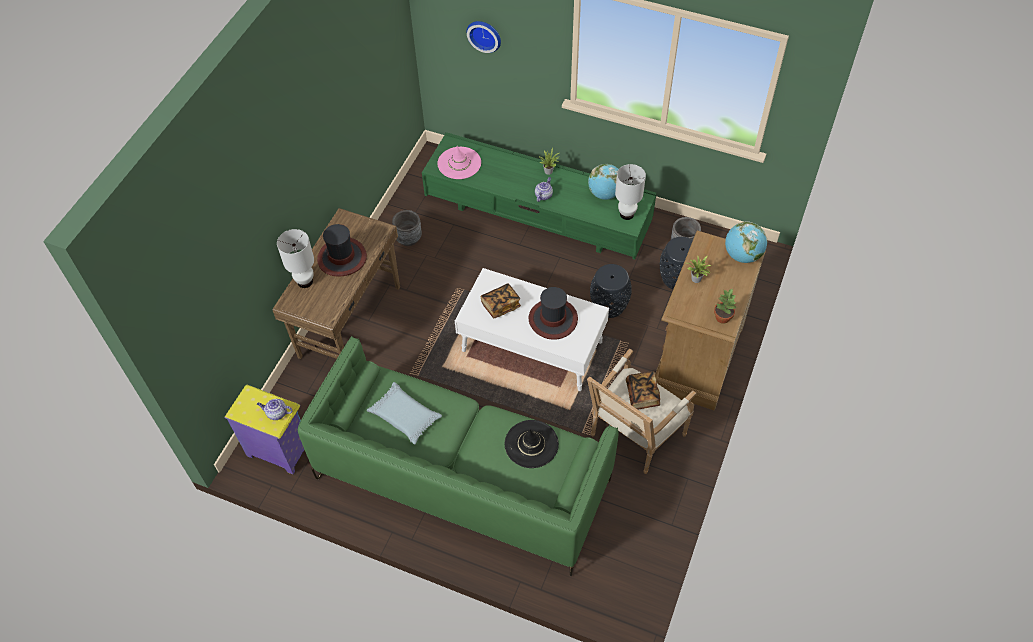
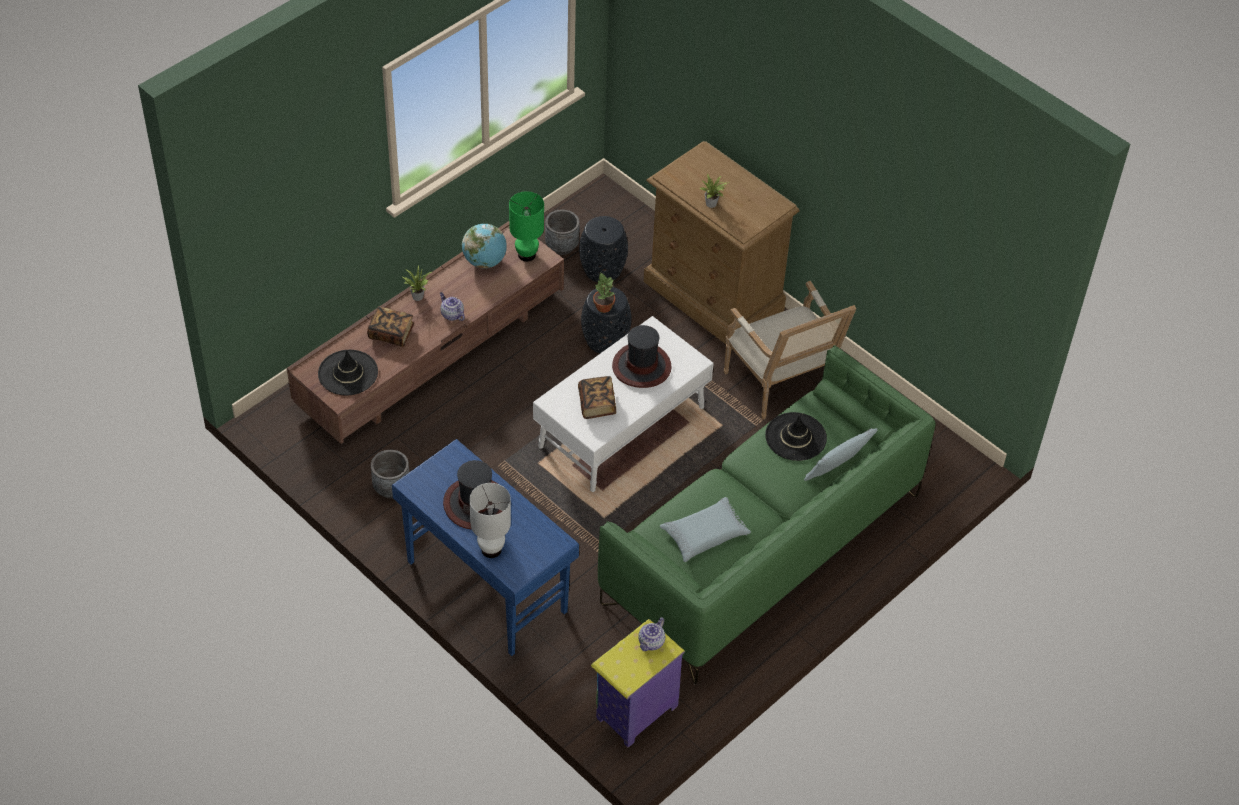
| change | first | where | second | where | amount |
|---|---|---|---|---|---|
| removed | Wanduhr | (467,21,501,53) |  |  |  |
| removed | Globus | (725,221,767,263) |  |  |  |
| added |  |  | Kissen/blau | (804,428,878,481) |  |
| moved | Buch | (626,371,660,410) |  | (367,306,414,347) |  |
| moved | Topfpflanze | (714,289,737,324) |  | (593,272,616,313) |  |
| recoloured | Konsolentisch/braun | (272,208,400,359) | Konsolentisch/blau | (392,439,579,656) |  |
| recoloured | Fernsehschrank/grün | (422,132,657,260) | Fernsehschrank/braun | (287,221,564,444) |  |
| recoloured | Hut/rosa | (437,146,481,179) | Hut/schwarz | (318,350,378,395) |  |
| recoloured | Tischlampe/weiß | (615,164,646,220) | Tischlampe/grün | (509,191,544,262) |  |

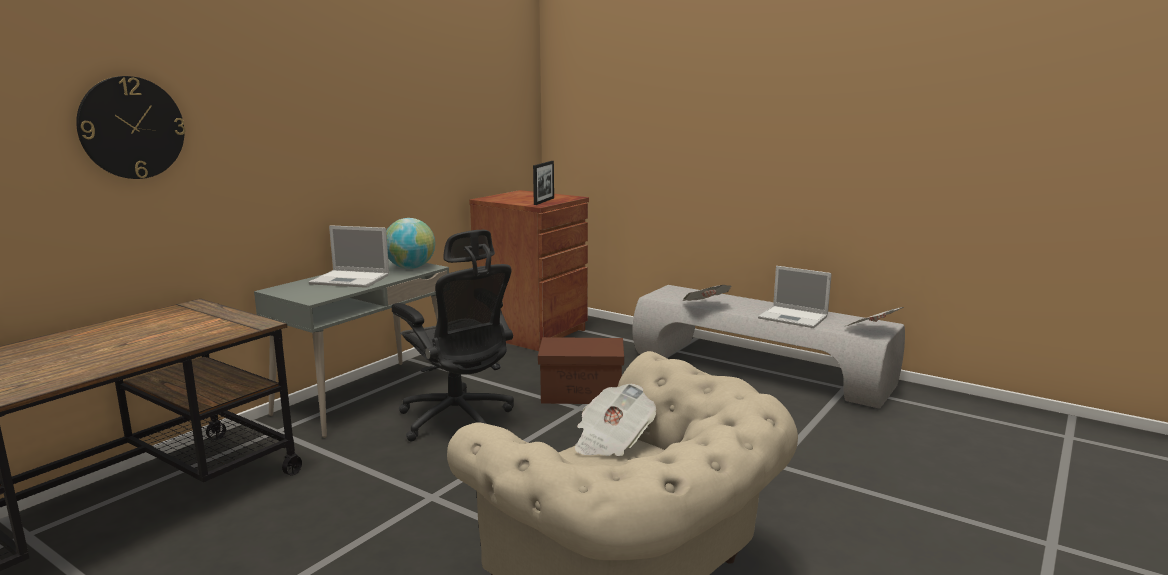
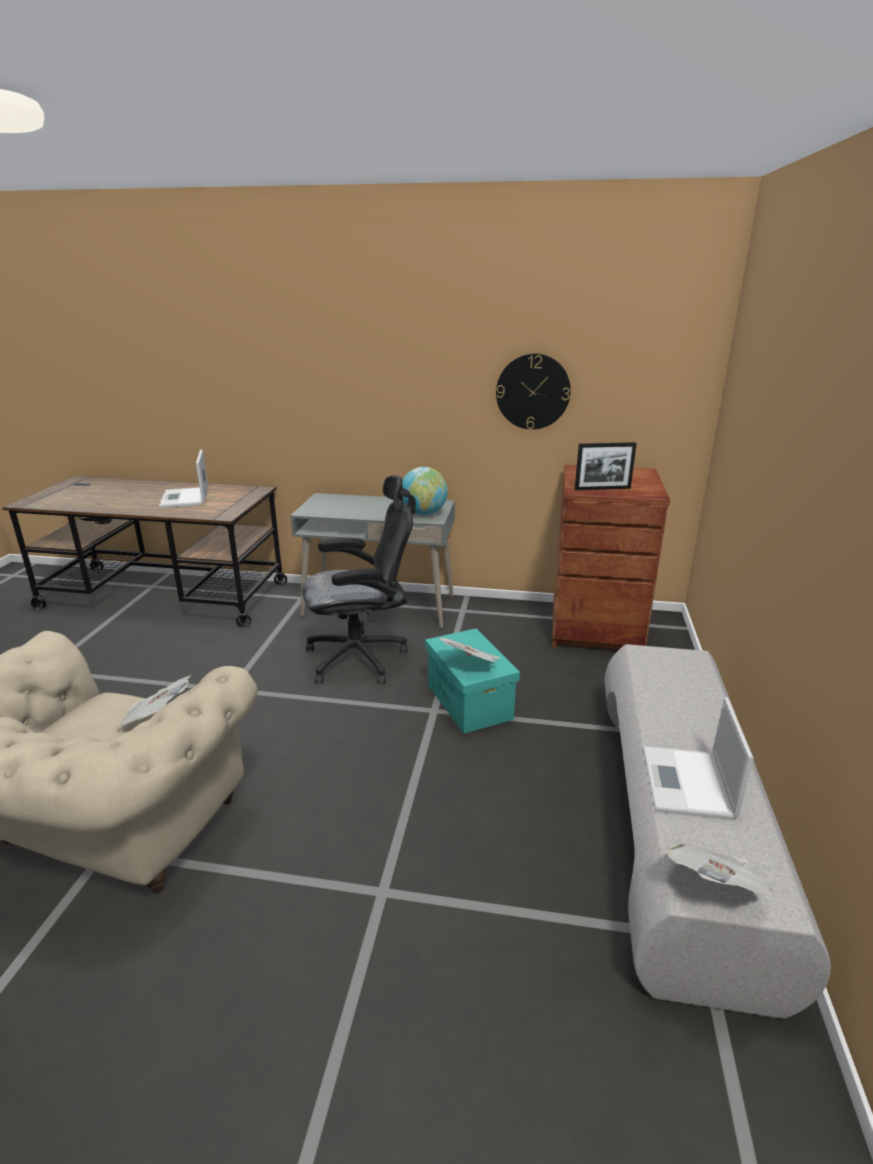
| change | first | where | second | where | amount |
|---|---|---|---|---|---|
| moved | Wanduhr | (76,76,185,179) |  | (496,353,571,430) |  |
| moved | Laptop | (309,225,389,288) |  | (159,450,208,508) |  |
| moved | Zeitung | (682,285,732,301) |  | (439,638,500,662) |  |
| recoloured | Aufbewahrungsbox/braun | (538,337,624,404) | Aufbewahrungsbox/türkis | (425,628,520,733) |  |
| turned | Bürostuhl | (392,230,514,441) |  | (302,475,416,684) | 135 degrees counterclockwise |

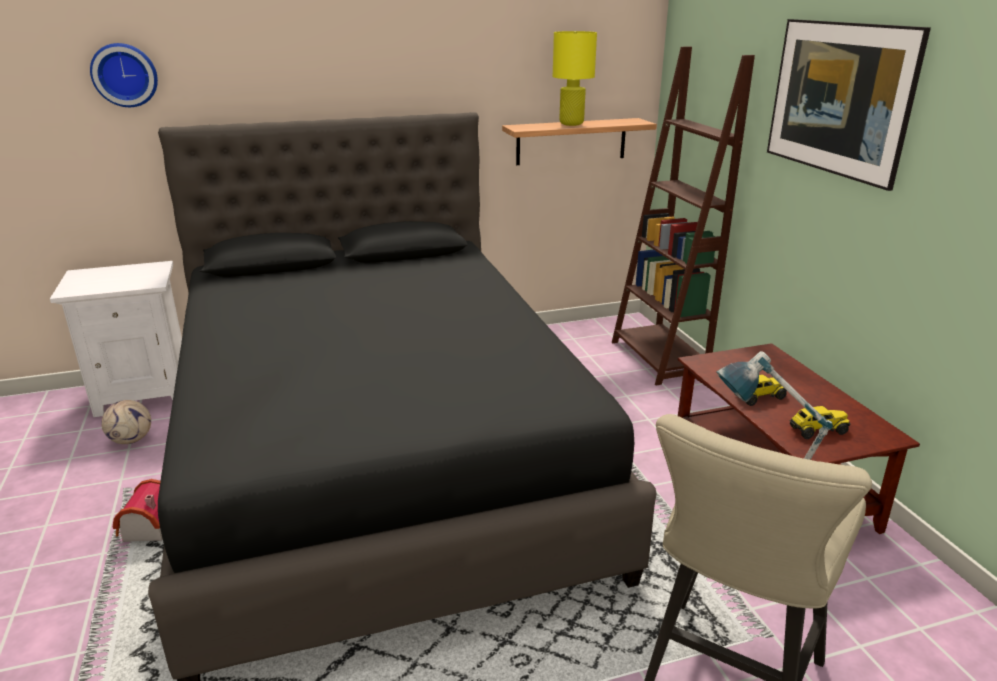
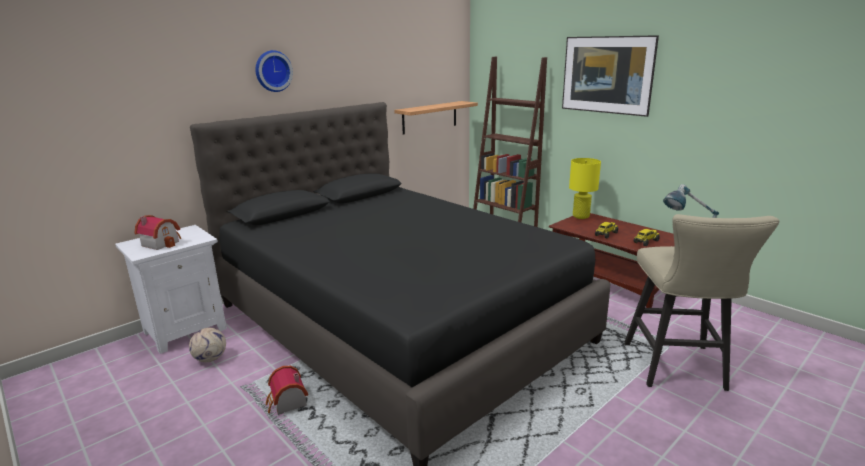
| change | first | where | second | where | amount |
|---|---|---|---|---|---|
| added |  |  | Spielzeughaus | (135,215,181,250) |  |
| moved | Wanduhr | (90,43,158,107) |  | (255,50,293,92) |  |
| moved | Tischlampe/gelb | (553,31,597,126) |  | (569,158,601,219) |  |

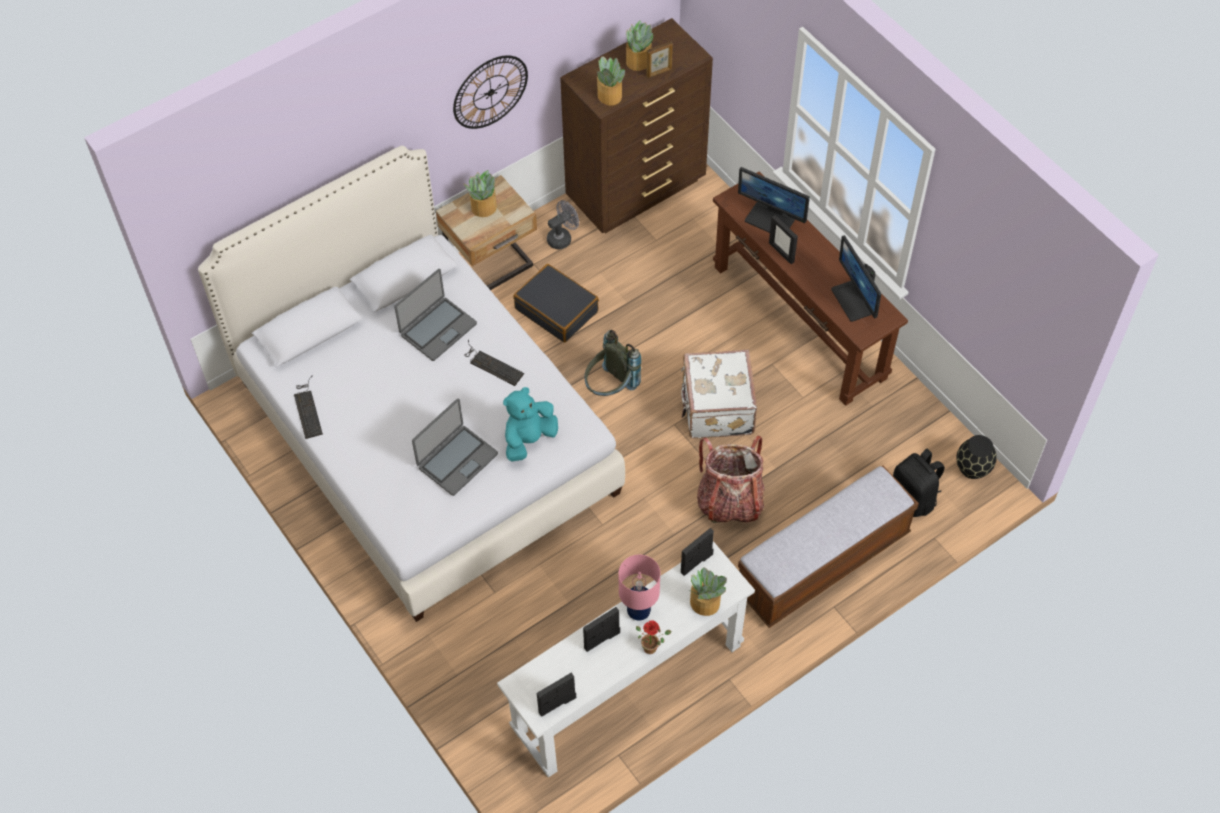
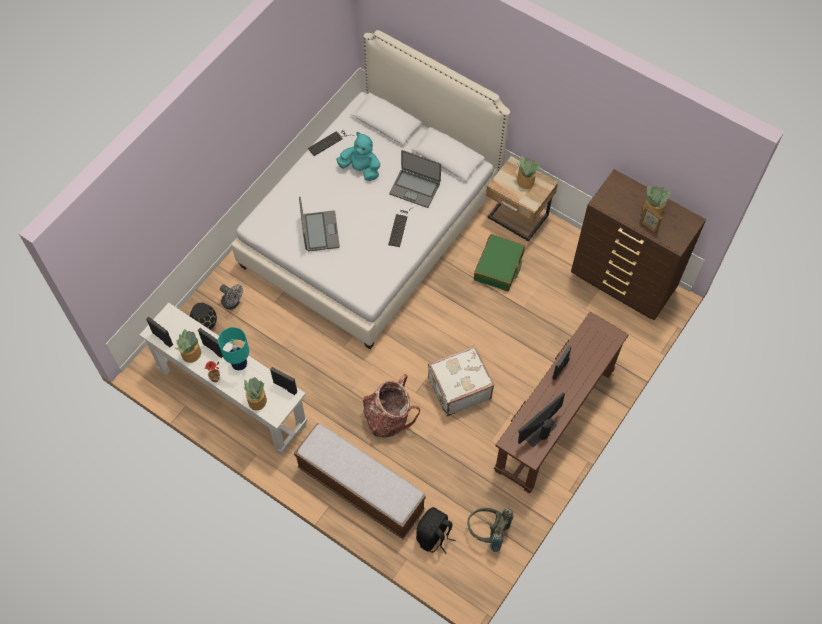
| change | first | where | second | where | amount |
|---|---|---|---|---|---|
| removed | Wanduhr | (453,55,528,129) |  |  |  |
| removed | Monitor | (738,167,810,233) |  |  |  |
| moved | Plüschtier/türkis | (503,387,558,462) |  | (336,132,380,181) |  |
| moved | Ventilator/grau | (547,200,579,249) |  | (220,284,243,310) |  |
| moved | Rucksack/grau | (584,330,642,396) |  | (467,508,513,552) |  |
| moved | Topfpflanze | (597,56,625,105) |  | (175,329,201,363) |  |
| moved | Vase/schwarz | (956,435,997,479) |  | (190,303,217,330) |  |
| recoloured | Koffer/schwarz | (514,264,599,343) | Koffer/grün | (474,234,525,291) |  |
| recoloured | Tischlampe/rosa | (619,555,660,621) | Tischlampe/türkis | (218,327,249,370) |  |
| turned | Laptop | (412,398,498,496) |  | (299,197,340,251) | 120 degrees counterclockwise |

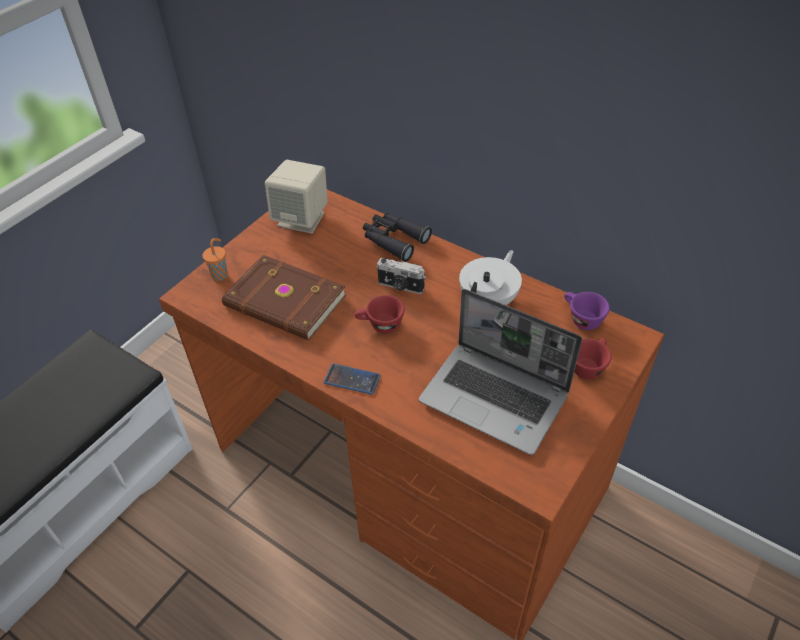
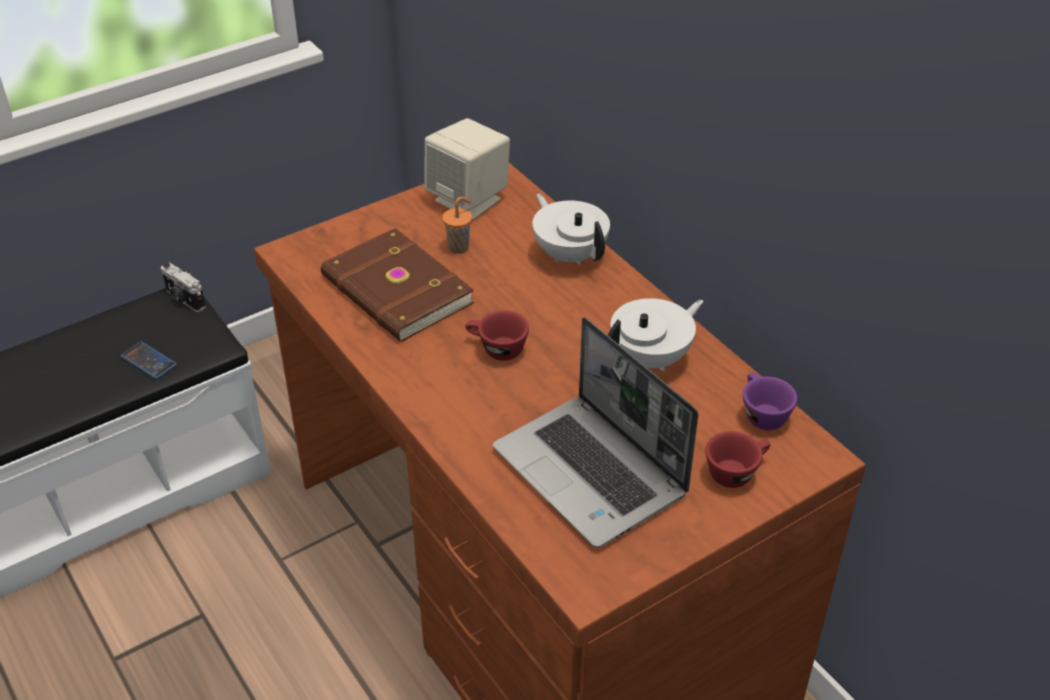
| change | first | where | second | where | amount |
|---|---|---|---|---|---|
| moved | Tasse/orange | (202,238,228,281) |  | (442,197,472,254) |  |
| moved | Handy | (323,364,381,395) |  | (121,341,177,379) |  |
| moved | Kamera | (376,258,426,294) |  | (161,263,206,312) |  |
| replaced | Fernglas/schwarz | (363,213,432,262) | Teekanne/weiß | (533,193,610,265) |  |

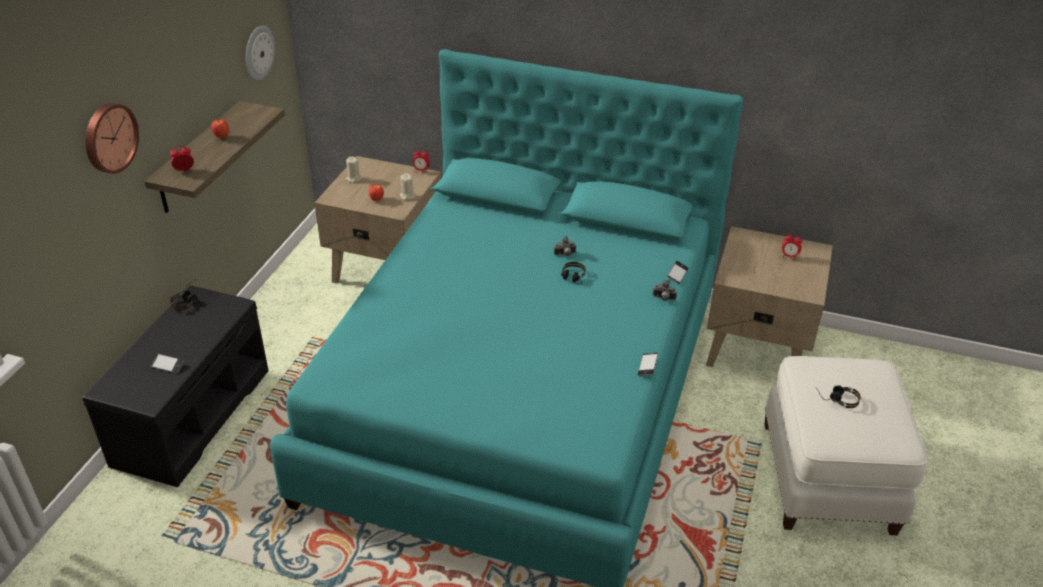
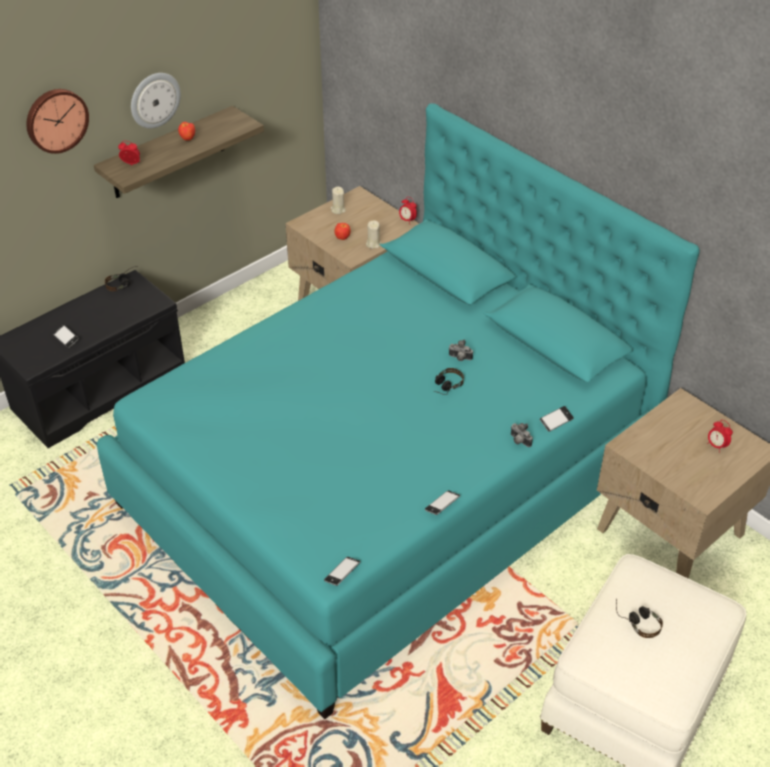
| change | first | where | second | where | amount |
|---|---|---|---|---|---|
| added |  |  | Handy | (324,557,360,586) |  |
| moved | Wanduhr | (246,26,275,80) |  | (131,73,181,128) |  |

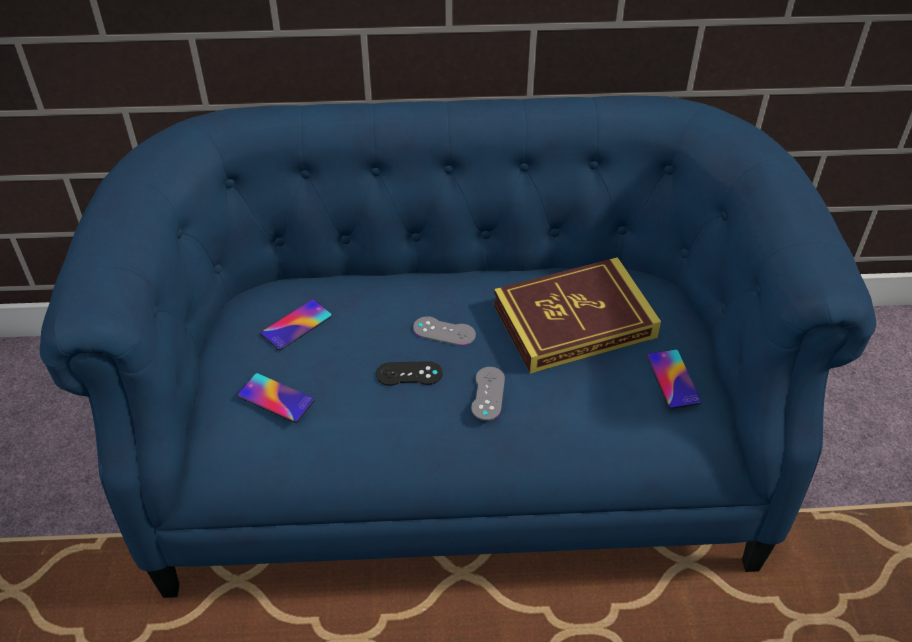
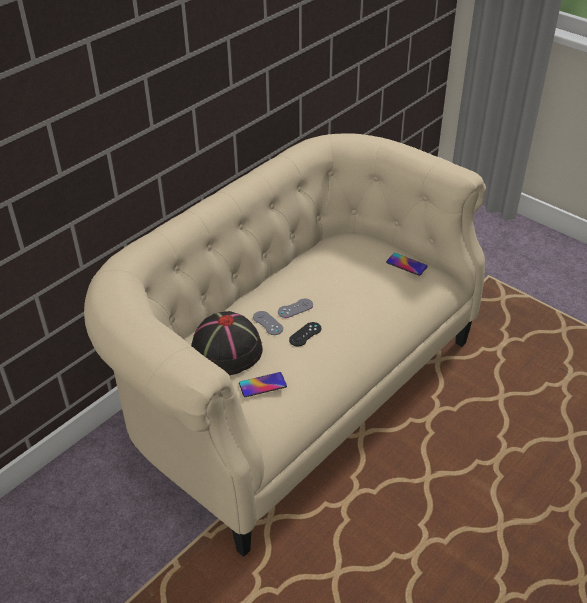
| change | first | where | second | where | amount |
|---|---|---|---|---|---|
| removed | Buch | (494,257,661,374) |  |  |  |
| moved | Gamepad/grau | (471,367,505,421) |  | (253,311,283,335) |  |
| replaced | Handy | (260,299,332,350) | Hut/schwarz | (191,311,263,375) |  |
| recoloured | Sofa/blau | (40,95,876,598) | Sofa/beige | (84,133,486,557) |  |

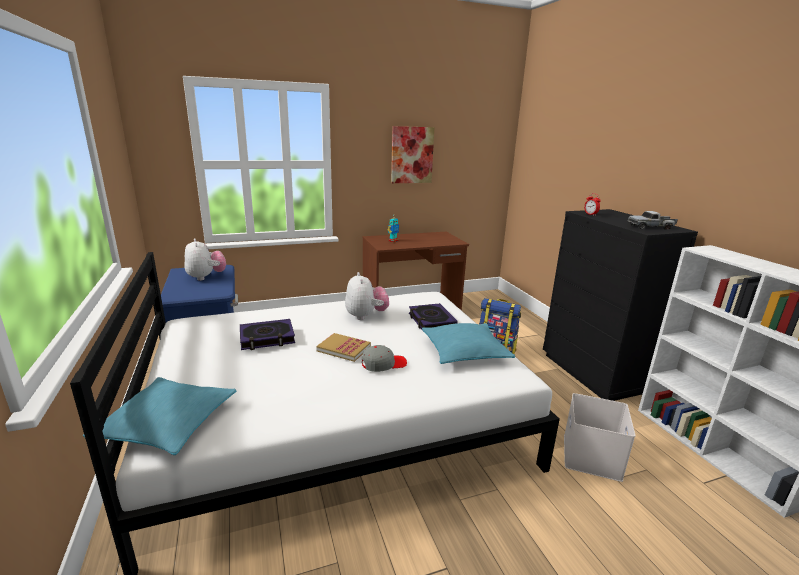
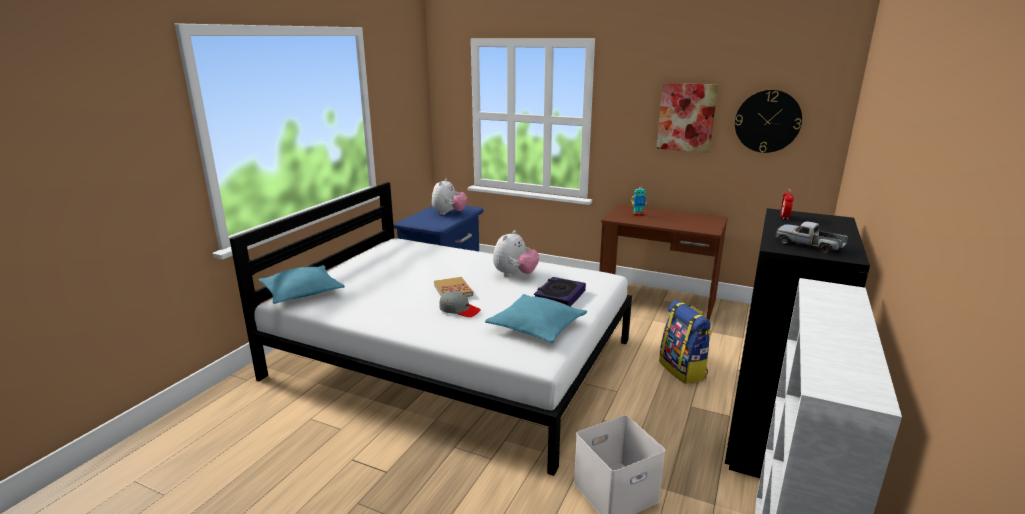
| change | first | where | second | where | amount |
|---|---|---|---|---|---|
| removed | Buch | (240,319,295,350) |  |  |  |
| added |  |  | Wanduhr | (735,90,802,153) |  |

